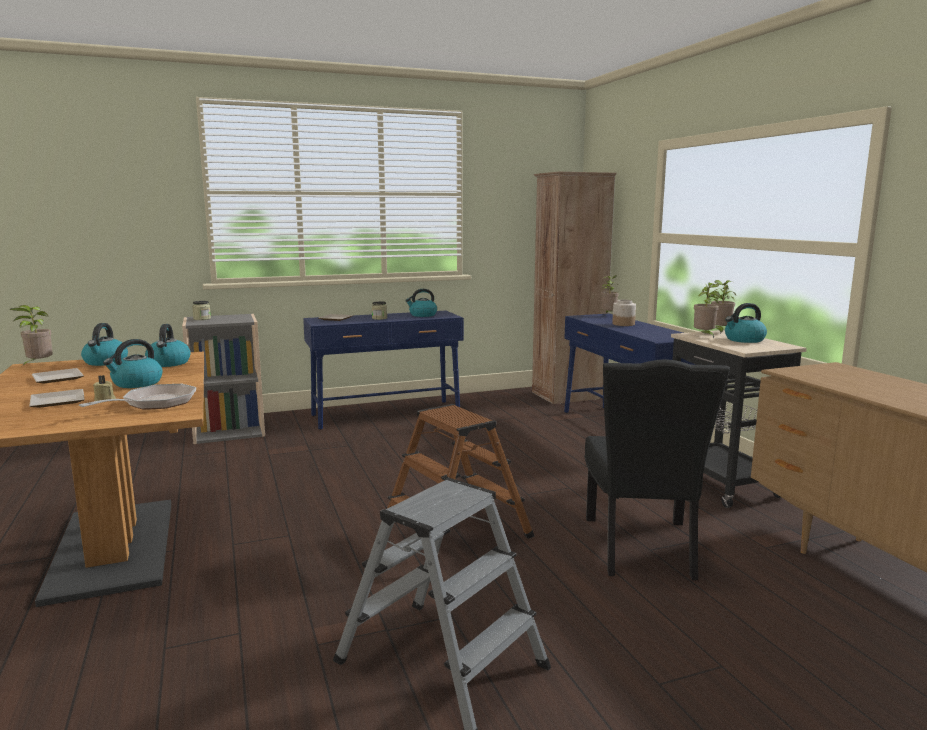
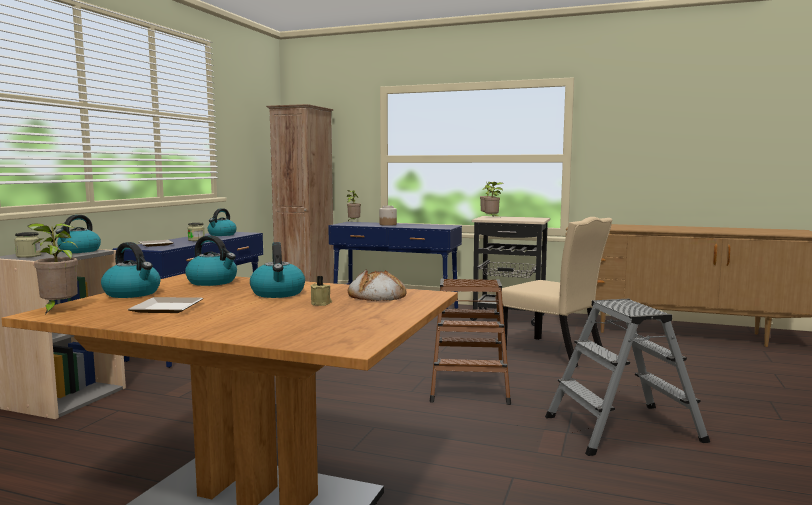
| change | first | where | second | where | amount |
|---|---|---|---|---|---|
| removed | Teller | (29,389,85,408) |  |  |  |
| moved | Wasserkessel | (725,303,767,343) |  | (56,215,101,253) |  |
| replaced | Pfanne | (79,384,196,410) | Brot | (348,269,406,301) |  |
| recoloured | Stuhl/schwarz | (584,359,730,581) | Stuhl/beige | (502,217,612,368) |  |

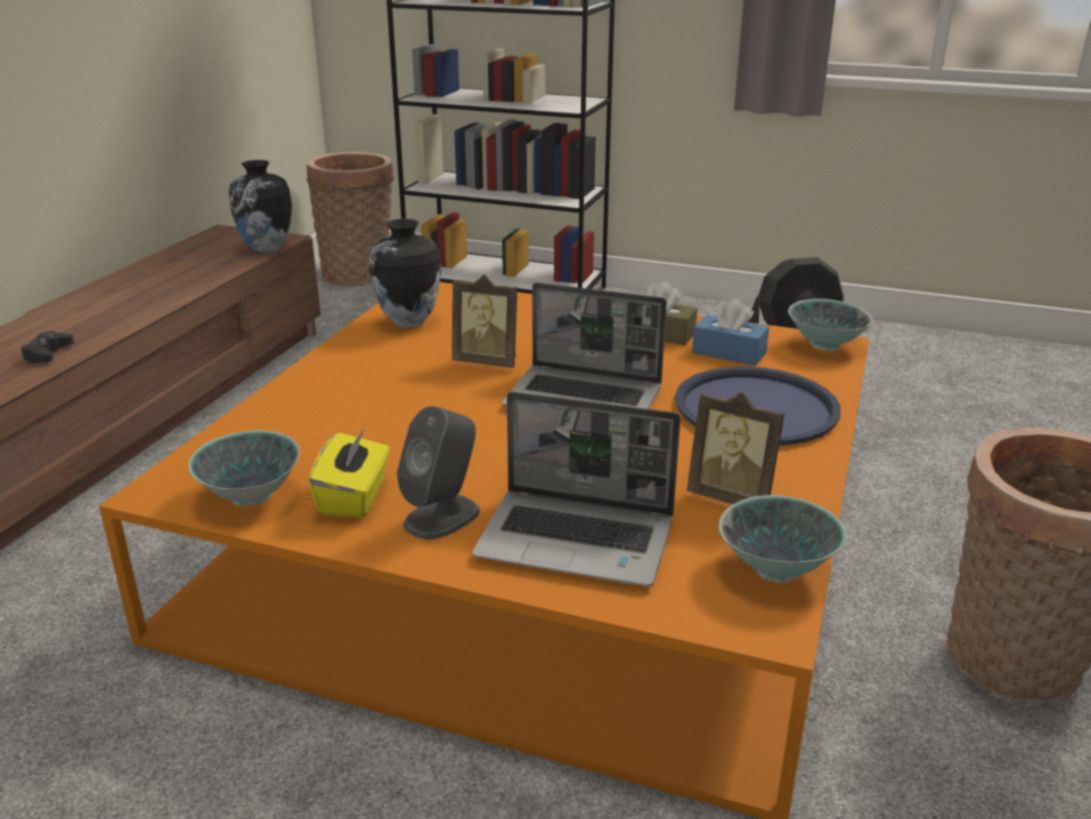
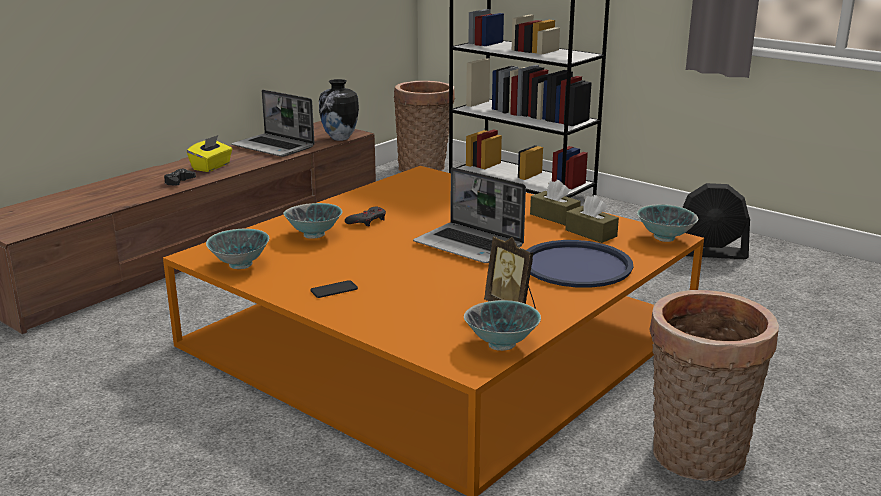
| change | first | where | second | where | amount |
|---|---|---|---|---|---|
| removed | Vase | (369,219,441,328) |  |  |  |
| removed | Bilderrahmen | (452,275,517,368) |  |  |  |
| added |  |  | Schüssel | (283,203,342,239) |  |
| added |  |  | Gamepad/grau | (345,207,386,226) |  |
| moved | Taschentuchbox/gelb | (308,428,390,518) |  | (187,135,232,172) |  |
| moved | Laptop | (472,392,681,587) |  | (231,90,315,157) |  |
| replaced | Lautsprecher/grau | (397,406,480,540) | Handy | (310,280,358,298) |  |
| recoloured | Taschentuchbox/blau | (692,299,769,366) | Taschentuchbox/braun | (565,195,619,243) |  |

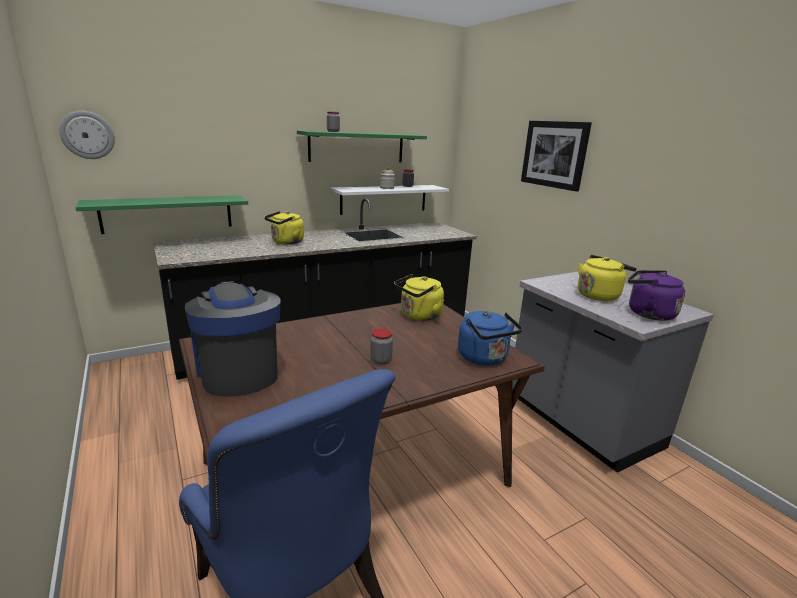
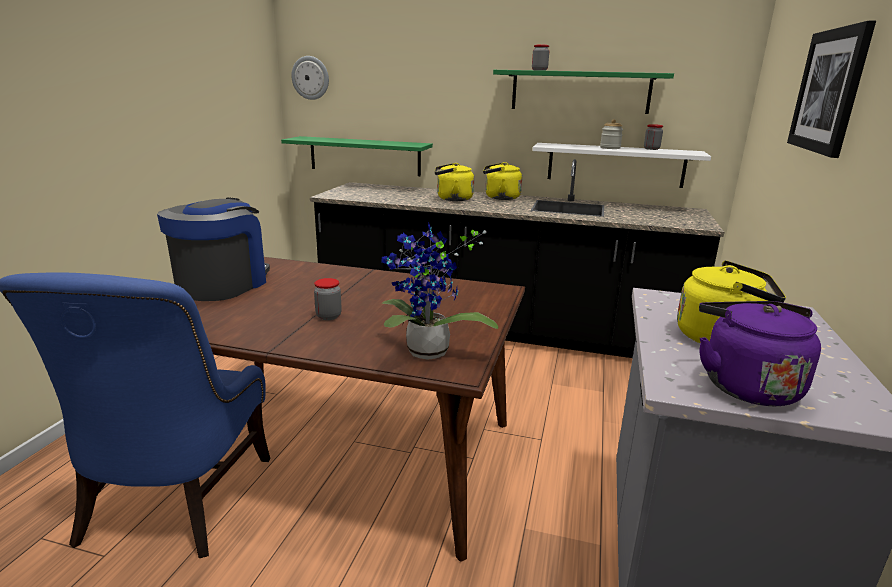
| change | first | where | second | where | amount |
|---|---|---|---|---|---|
| moved | Wasserkessel/gelb | (394,274,444,321) |  | (483,162,522,200) |  |
| replaced | Wasserkessel/blau | (458,311,523,365) | Topfpflanze | (381,223,499,360) |  |

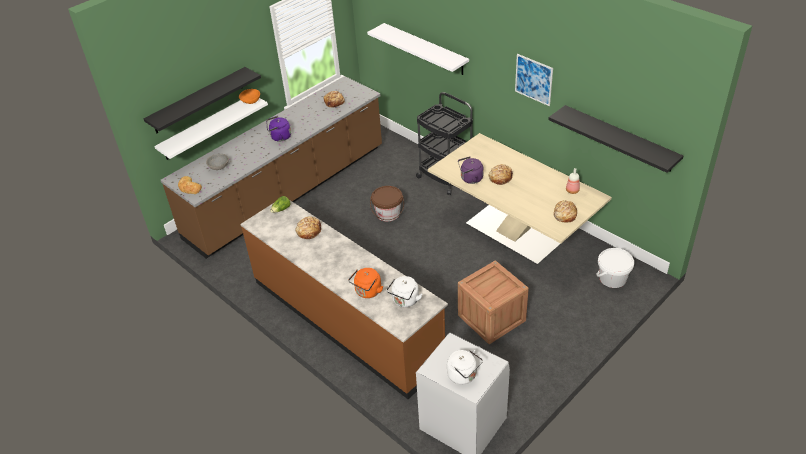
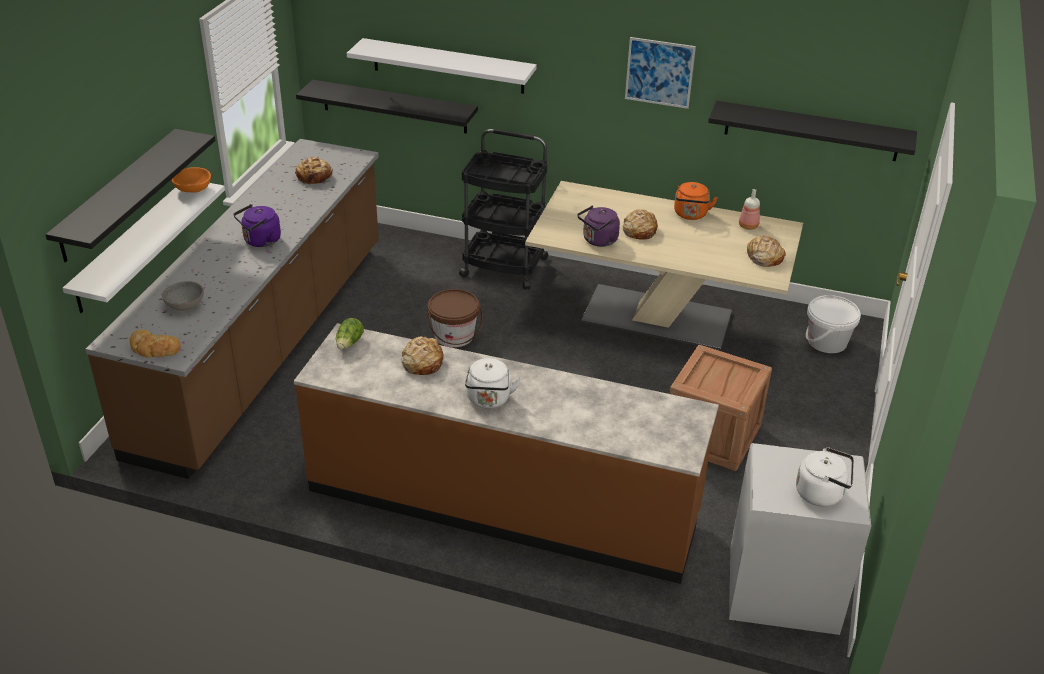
| change | first | where | second | where | amount |
|---|---|---|---|---|---|
| added |  |  | Wandregal/schwarz | (296,80,478,134) |  |
| moved | Wasserkessel/orange | (348,268,383,298) |  | (674,182,718,220) |  |
| moved | Wasserkessel/weiß | (387,276,422,307) |  | (465,358,521,409) |  |

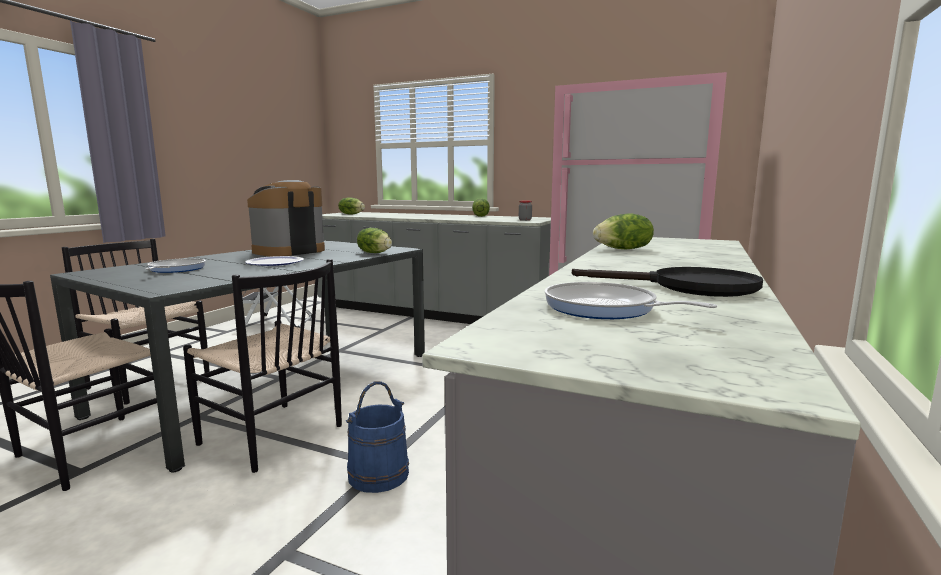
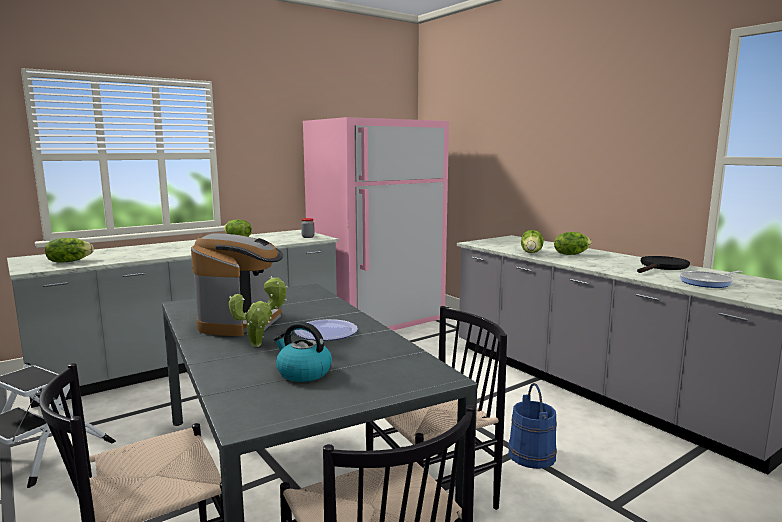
| change | first | where | second | where | amount |
|---|---|---|---|---|---|
| added |  |  | Topfpflanze | (229,276,288,347) |  |
| moved | Salatkopf | (357,228,392,253) |  | (554,232,592,255) |  |
| replaced | Pfanne | (146,258,206,273) | Wasserkessel | (274,322,332,382) |  |
| turned | Kaffeemaschine | (247,180,325,257) |  | (191,233,283,336) | 150 degrees counterclockwise |

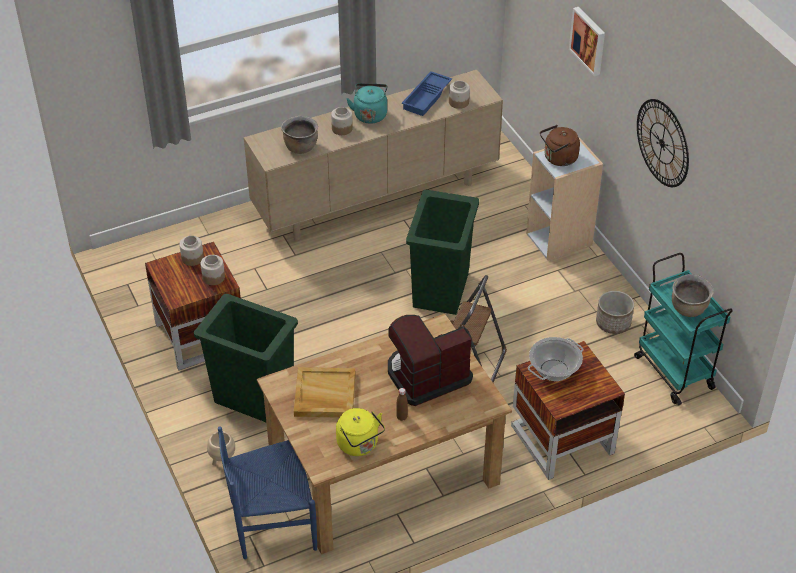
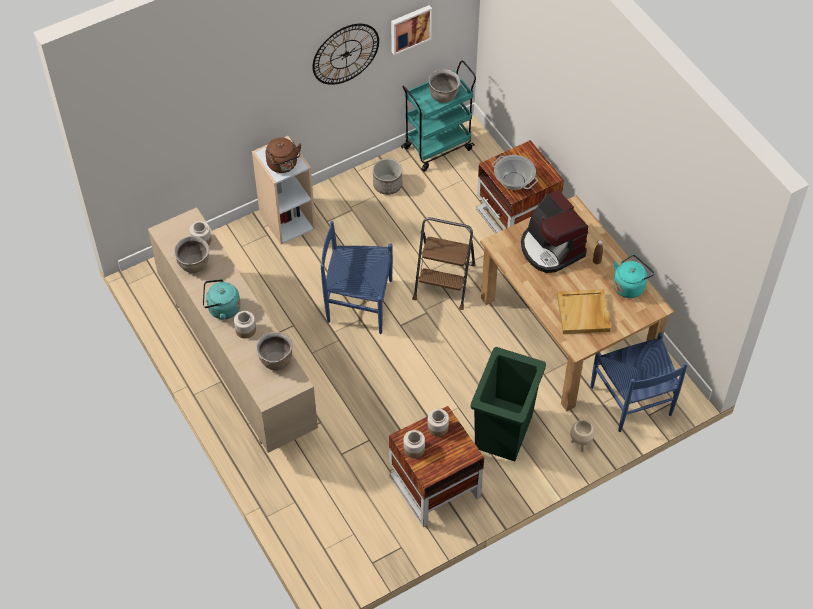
| change | first | where | second | where | amount |
|---|---|---|---|---|---|
| moved | Bild | (569,7,605,76) |  | (391,5,432,55) |  |
| replaced | Tablett/blau | (402,71,452,116) | Kochtopf/braun | (174,236,209,273) |  |
| replaced | Mülleimer/grün | (406,190,479,315) | Stuhl/blau | (321,221,393,334) |  |
| recoloured | Wasserkessel/gelb | (336,408,385,456) | Wasserkessel/türkis | (613,255,655,298) |  |

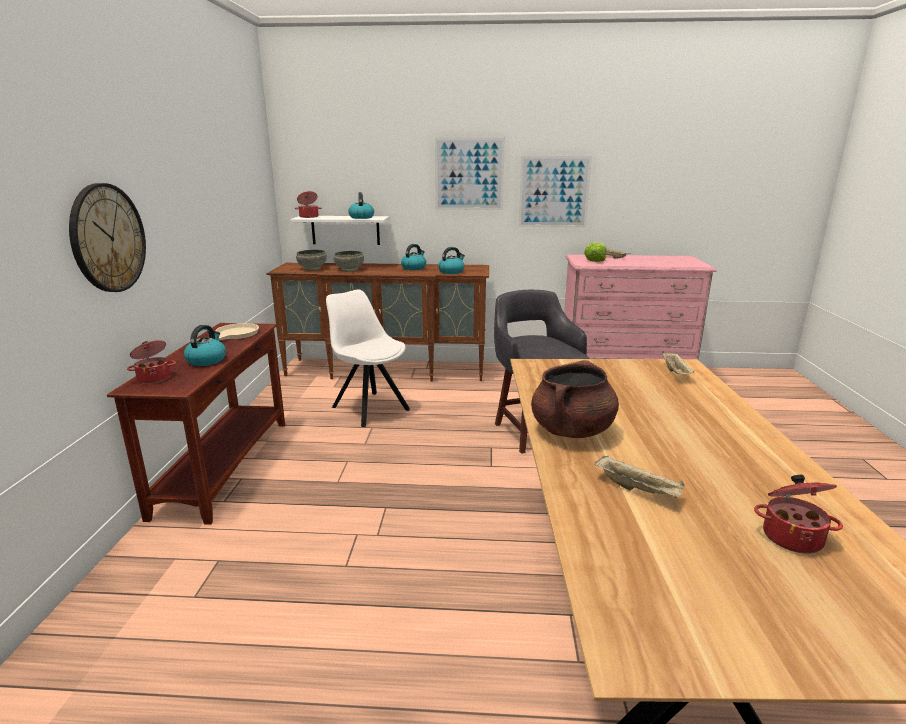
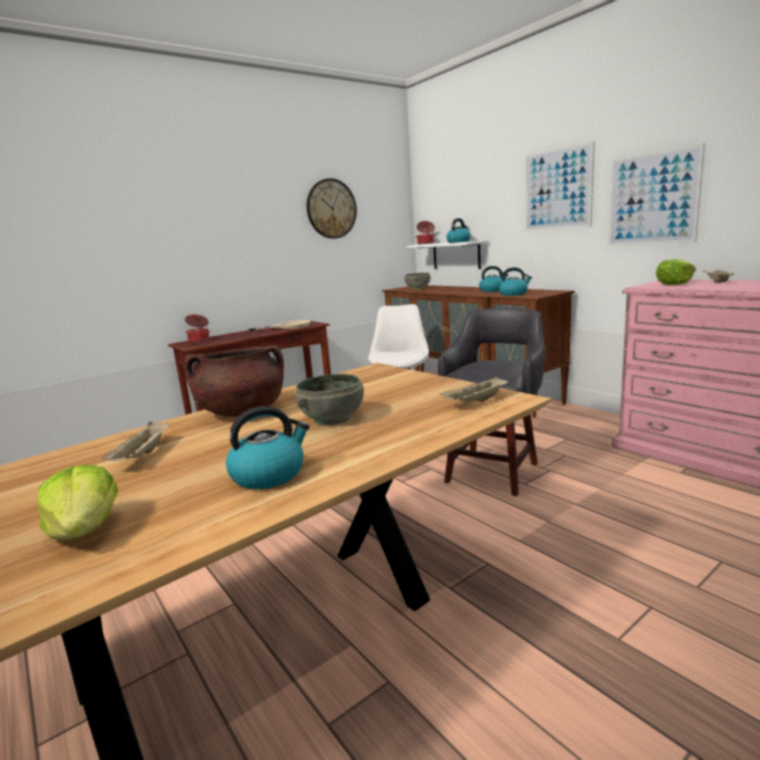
| change | first | where | second | where | amount |
|---|---|---|---|---|---|
| moved | Wanduhr | (69,183,146,292) |  | (307,178,357,239) |  |
| moved | Wasserkessel | (184,325,226,366) |  | (226,406,310,489) |  |
| moved | Schüssel/grau | (334,251,364,272) |  | (295,374,364,426) |  |
| replaced | Kochtopf | (754,475,843,554) | Salatkopf | (38,464,118,540) |  |

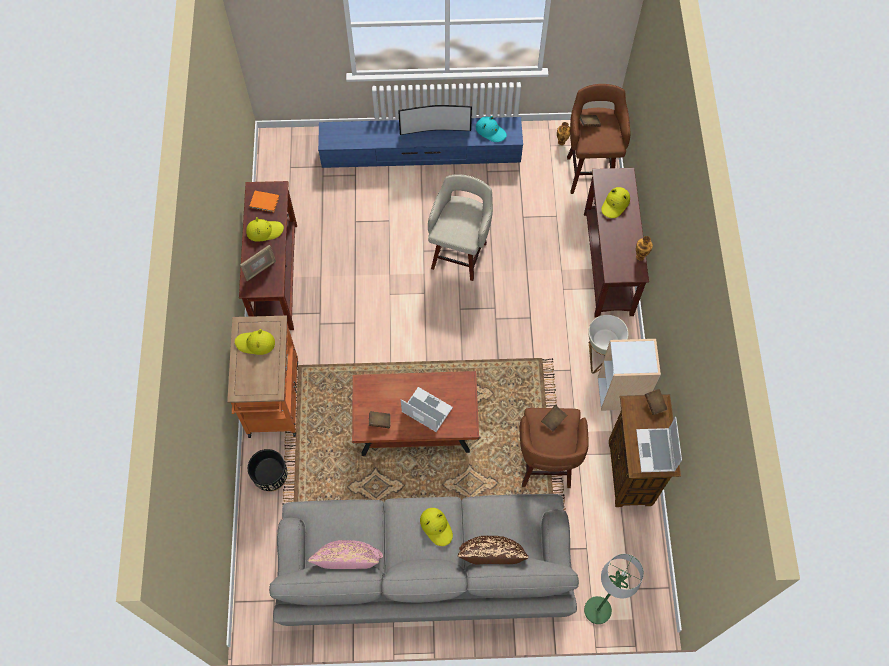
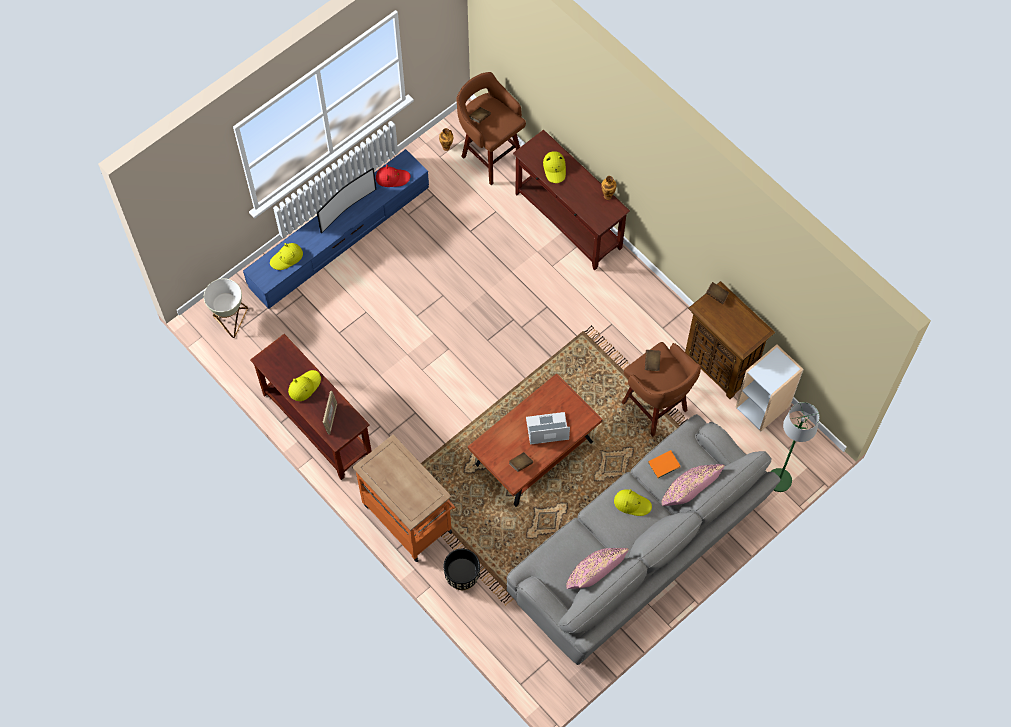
| change | first | where | second | where | amount |
|---|---|---|---|---|---|
| removed | Hocker/beige | (428,174,493,281) |  |  |  |
| removed | Laptop | (636,417,682,472) |  |  |  |
| moved | Hut/gelb | (235,329,275,355) |  | (270,243,303,270) |  |
| moved | Buch/orange | (250,191,279,212) |  | (648,450,680,478) |  |
| moved | Pflanzkübel | (588,315,629,374) |  | (204,278,248,338) |  |
| moved | Bücherregal | (598,339,661,411) |  | (736,344,804,431) |  |
| recoloured | Kissen/braun | (458,536,529,565) | Kissen/rosa | (661,464,725,506) |  |
| recoloured | Hut/türkis | (476,116,507,142) | Hut/rot | (376,165,411,187) |  |

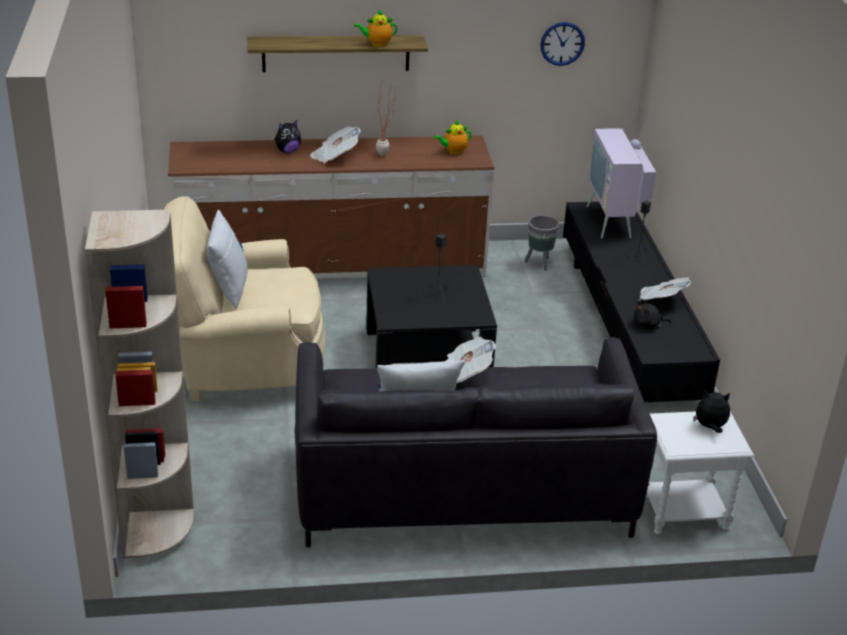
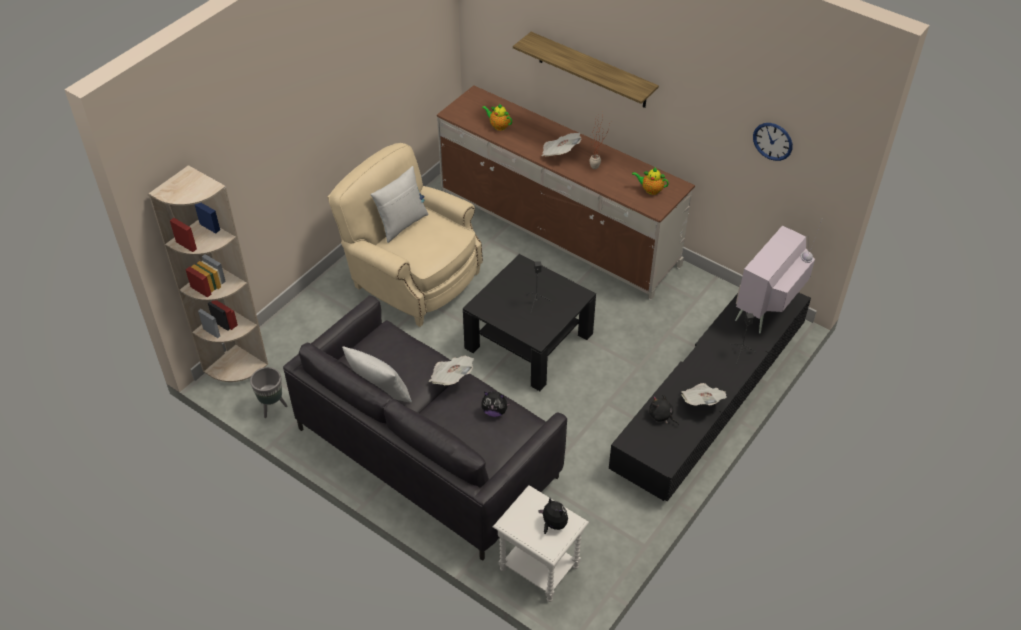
| change | first | where | second | where | amount |
|---|---|---|---|---|---|
| moved | Plüschtier | (274,120,301,153) |  | (481,391,511,417) |  |
| moved | Teekanne | (354,9,397,47) |  | (482,103,512,131) |  |
| moved | Pflanzkübel/grau | (524,215,559,271) |  | (250,367,288,418) |  |

